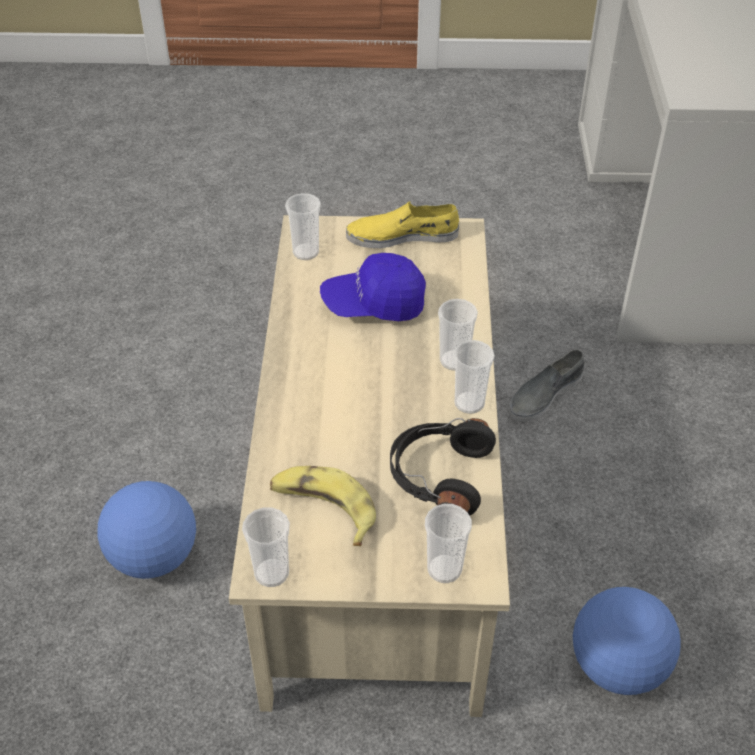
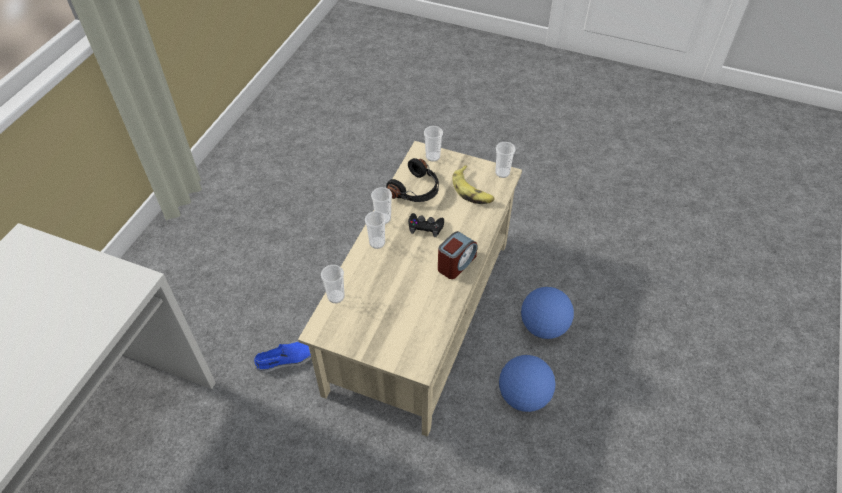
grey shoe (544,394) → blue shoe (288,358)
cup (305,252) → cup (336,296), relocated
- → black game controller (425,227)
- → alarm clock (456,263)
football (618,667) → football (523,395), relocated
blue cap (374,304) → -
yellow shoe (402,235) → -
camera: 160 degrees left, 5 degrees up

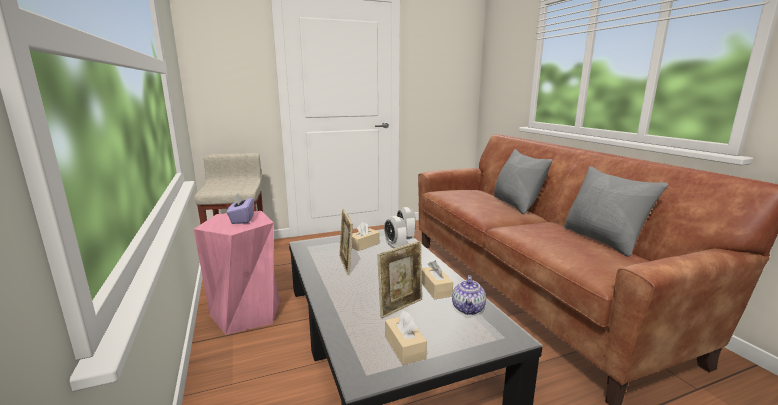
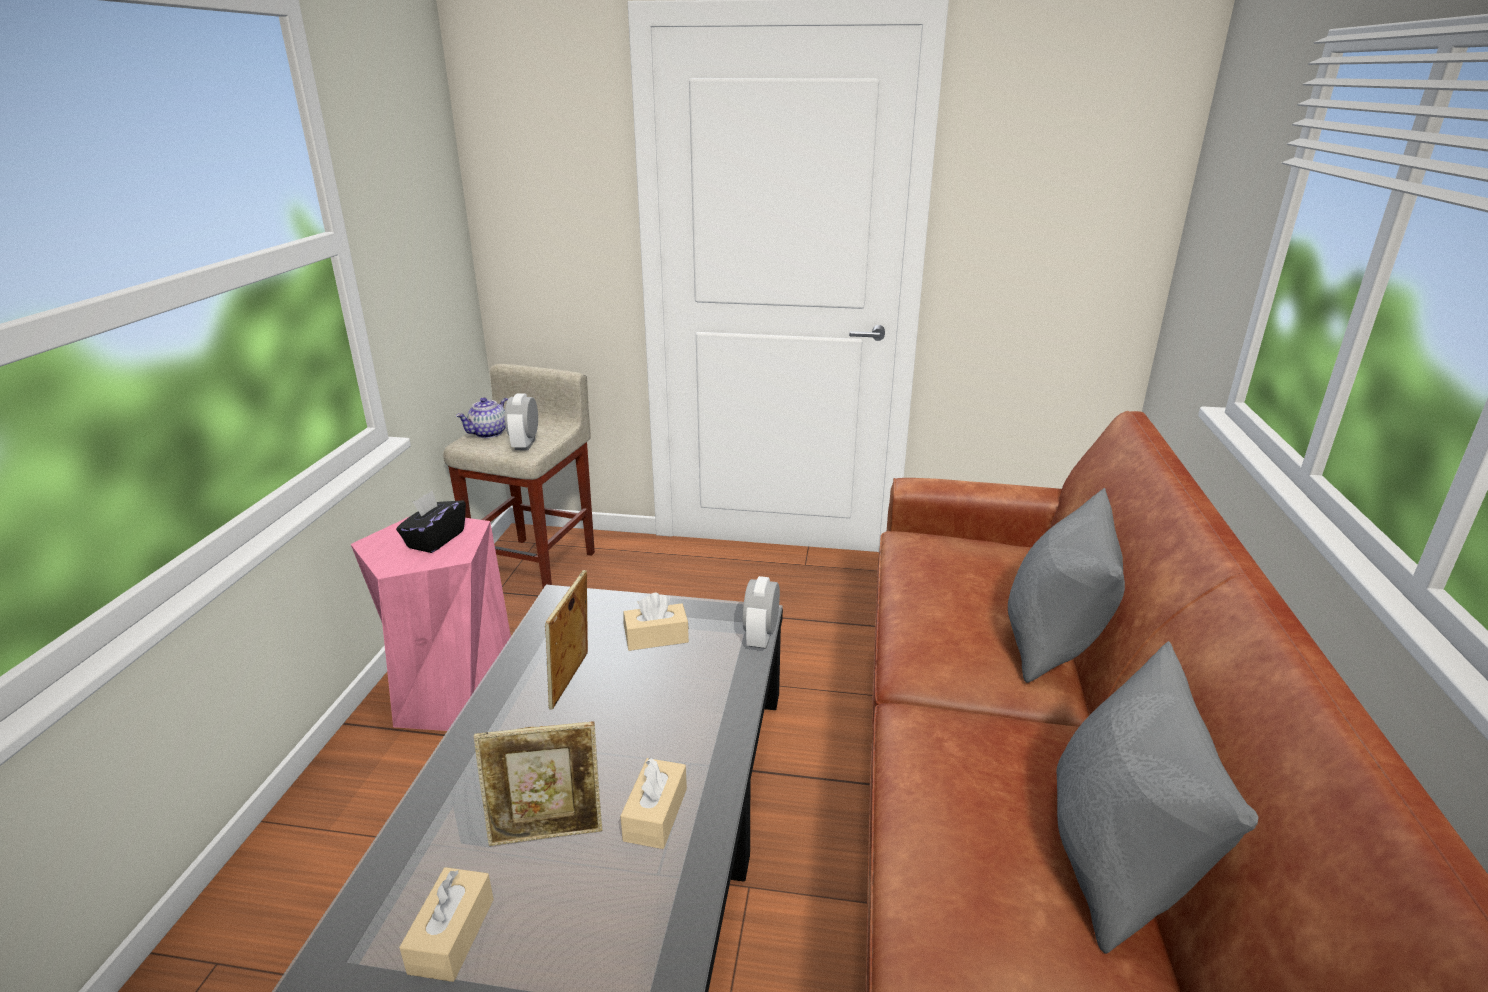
purple tissue box (242,219) → black tissue box (435,539)
teapot (468,309) → teapot (489,433), relocated
alarm clock (395,246) → alarm clock (525,444), relocated
camera: 30 degrees right, 10 degrees up

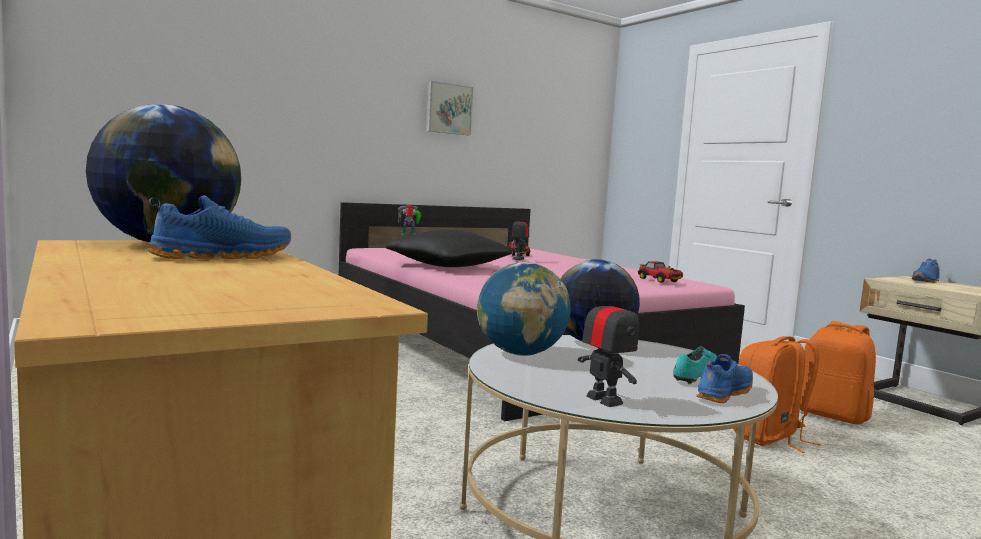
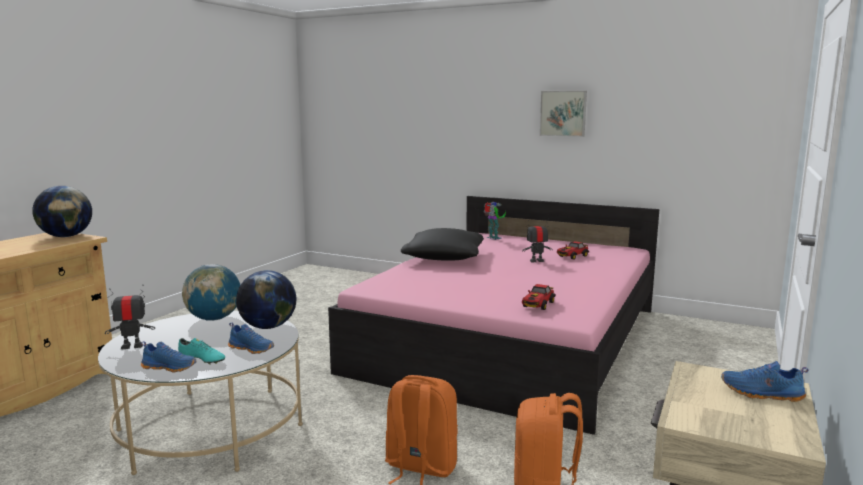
toy robot (604,400) → toy robot (132,346), 135 degrees counterclockwise
blue shoe (222,257) → blue shoe (252,349), relocated
camera: 60 degrees right, 5 degrees up

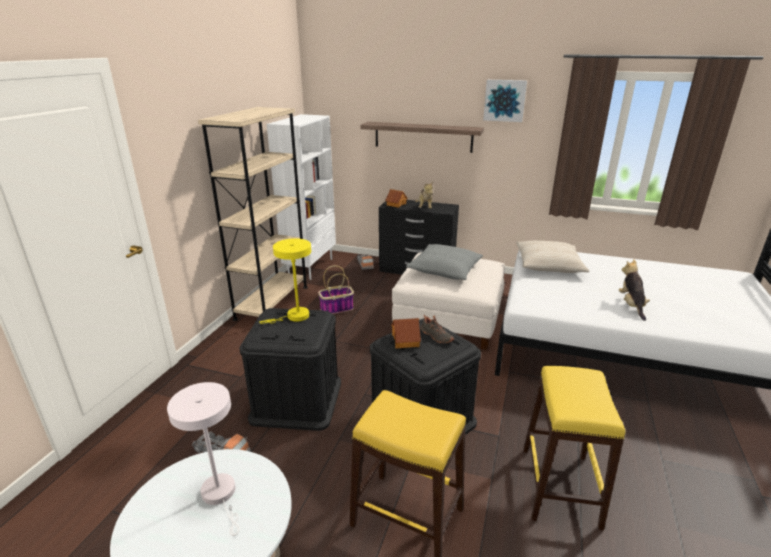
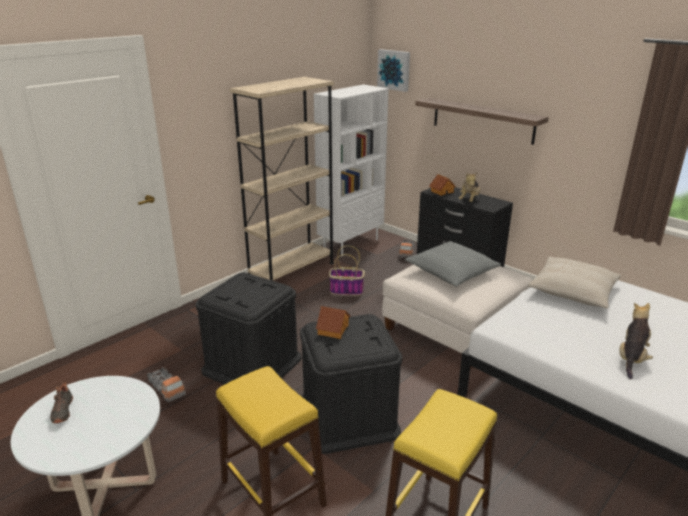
black shoe (436,336) → black shoe (61,411), relocated
picture (504,100) → picture (394,70), relocated
white table lamp (221,495) → -
yellow table lamp (294,317) → -
camera: 25 degrees right, 0 degrees up

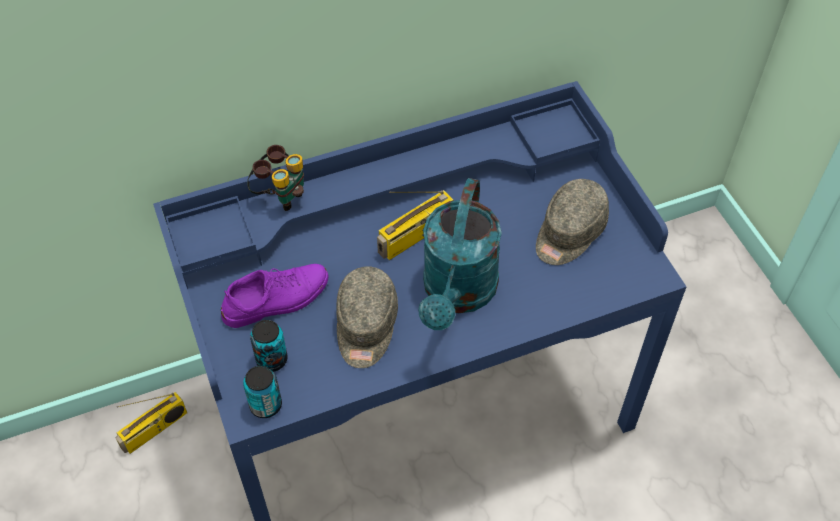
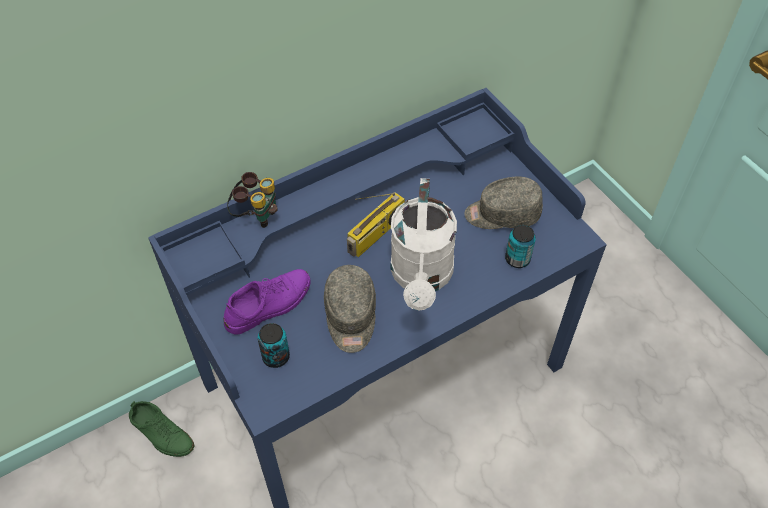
radio (154,430) → green shoe (161,433)
turquoise watering can (457,294) → white watering can (421,278)
grey cap (568,233) → grey cap (502,214), 60 degrees clockwise
can (266,405) → can (517,259), relocated
camera: 10 degrees left, 0 degrees up

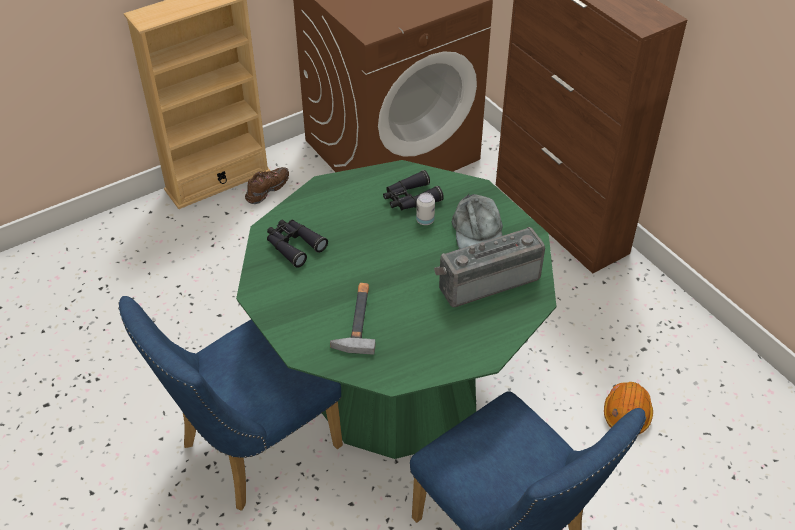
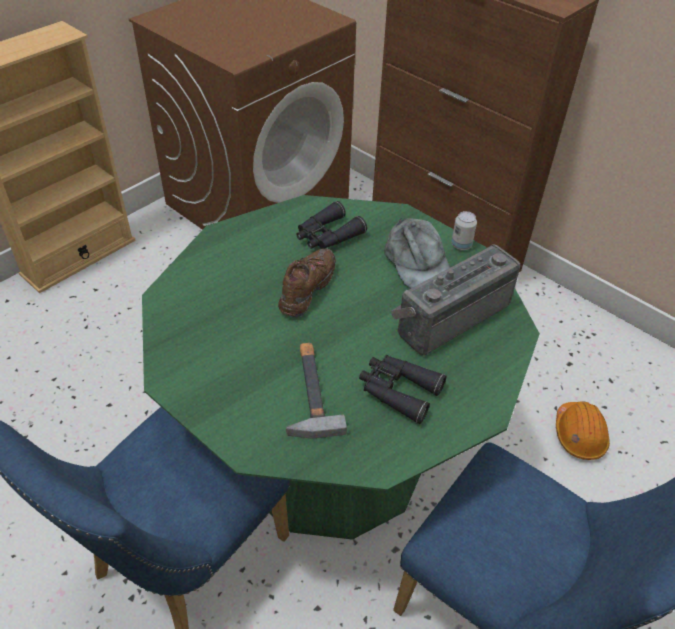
brown shoe (267,190) → brown shoe (307,289), relocated
black binoculars (293,245) → black binoculars (398,391), relocated
can (425,221) → can (461,245), relocated
camera: 15 degrees left, 0 degrees up

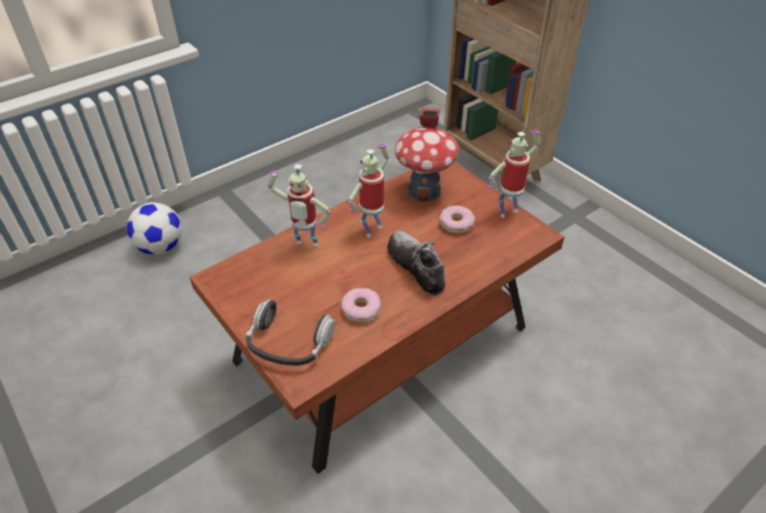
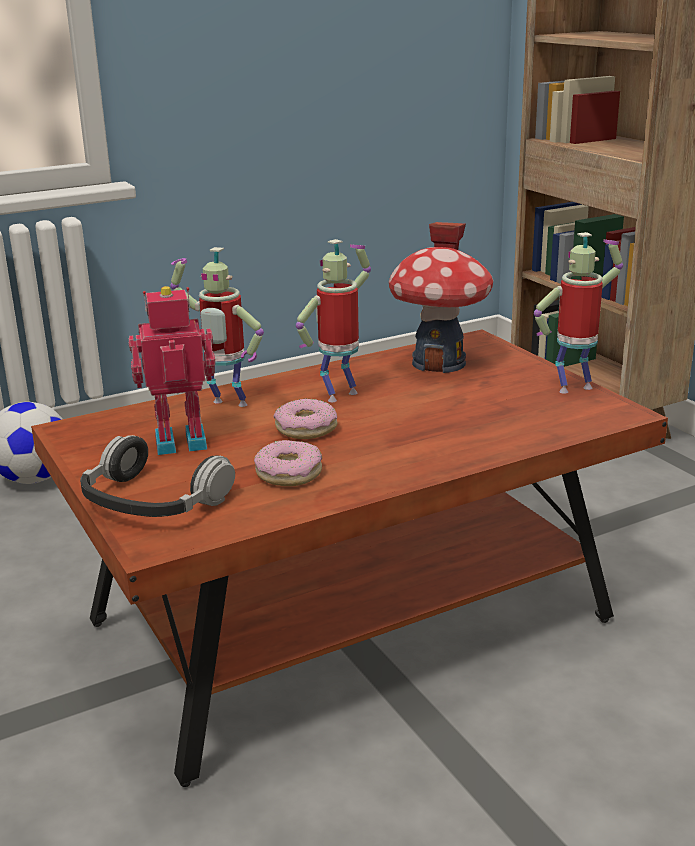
- → toy robot (180,441)
donut (456,224) → donut (306,428), relocated
shoe (416,266) → -
camera: 10 degrees right, 20 degrees down

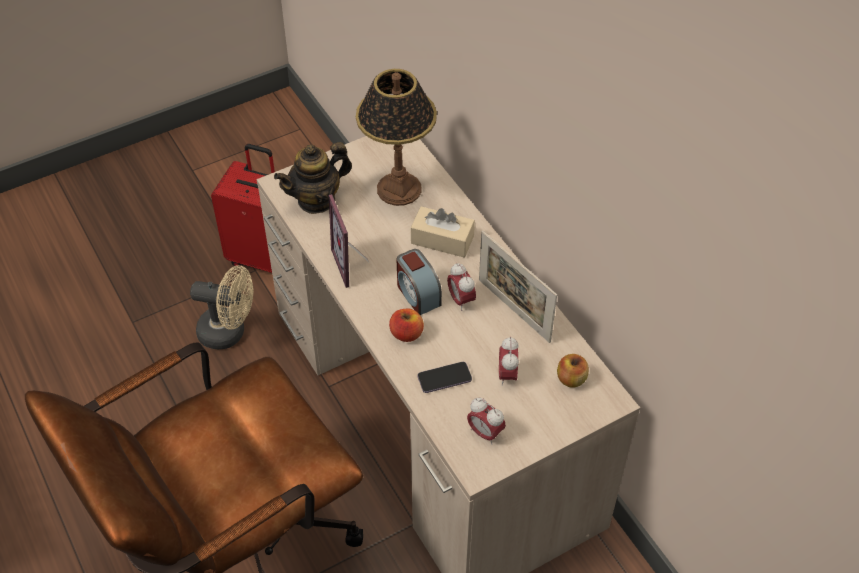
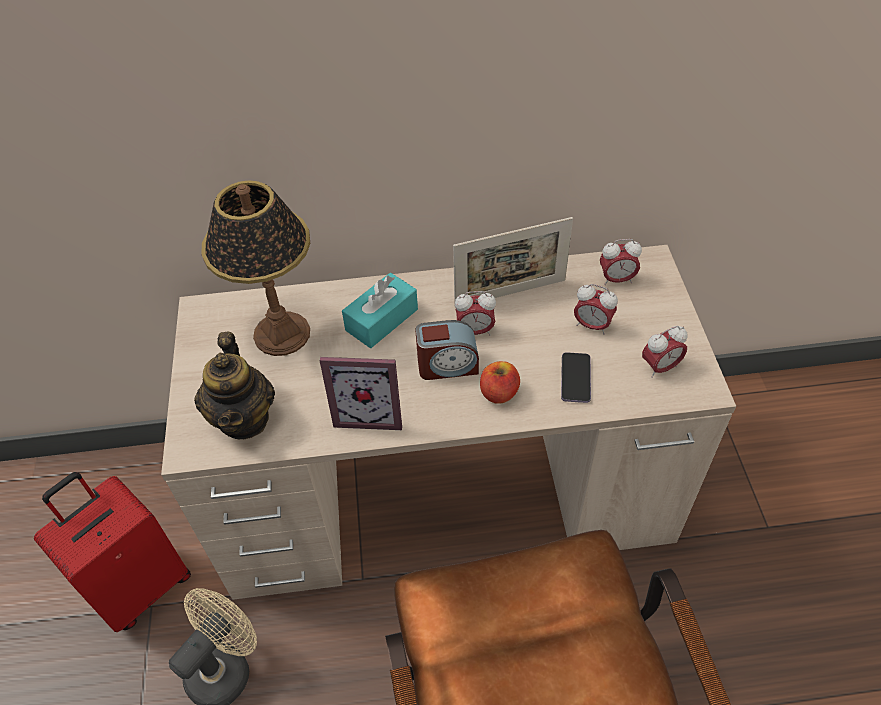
beige tissue box (442,240) → turquoise tissue box (382,320)
apple (571,379) → alarm clock (616,279)
camera: 65 degrees left, 0 degrees up

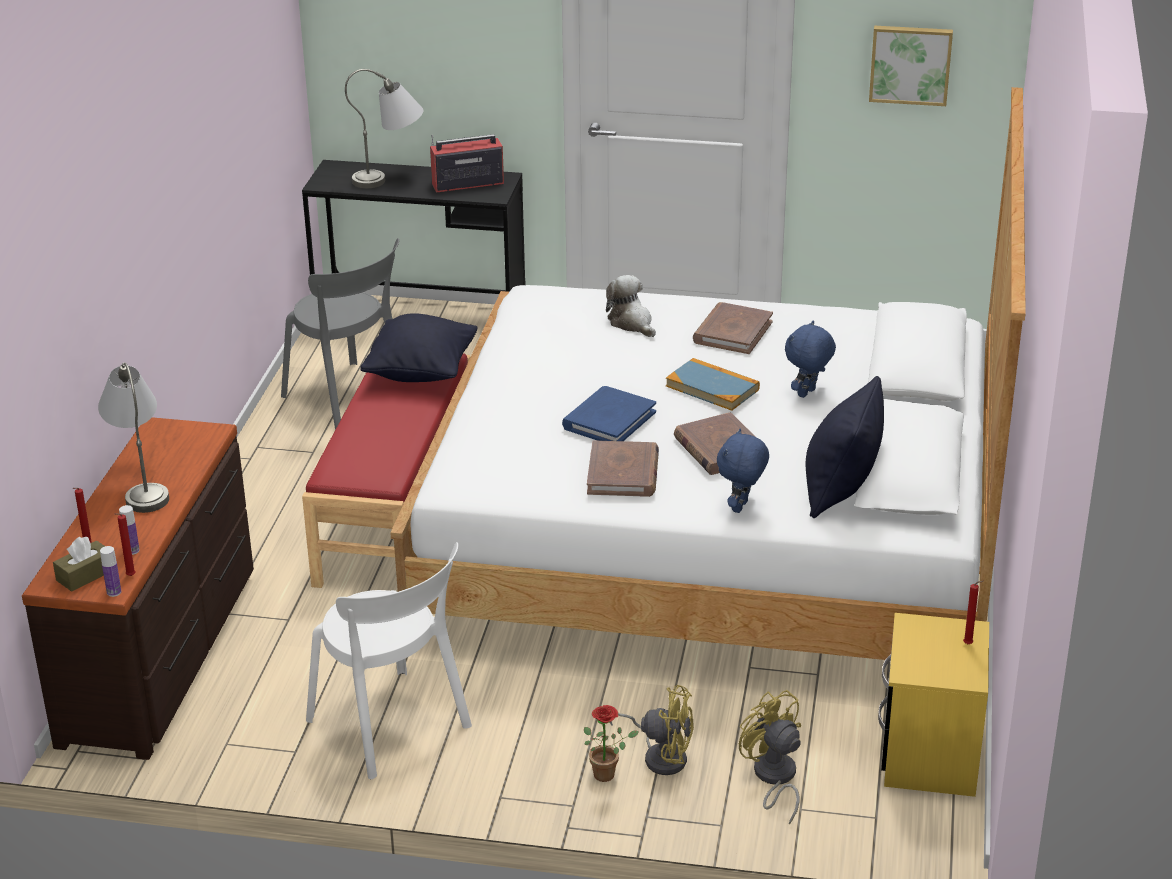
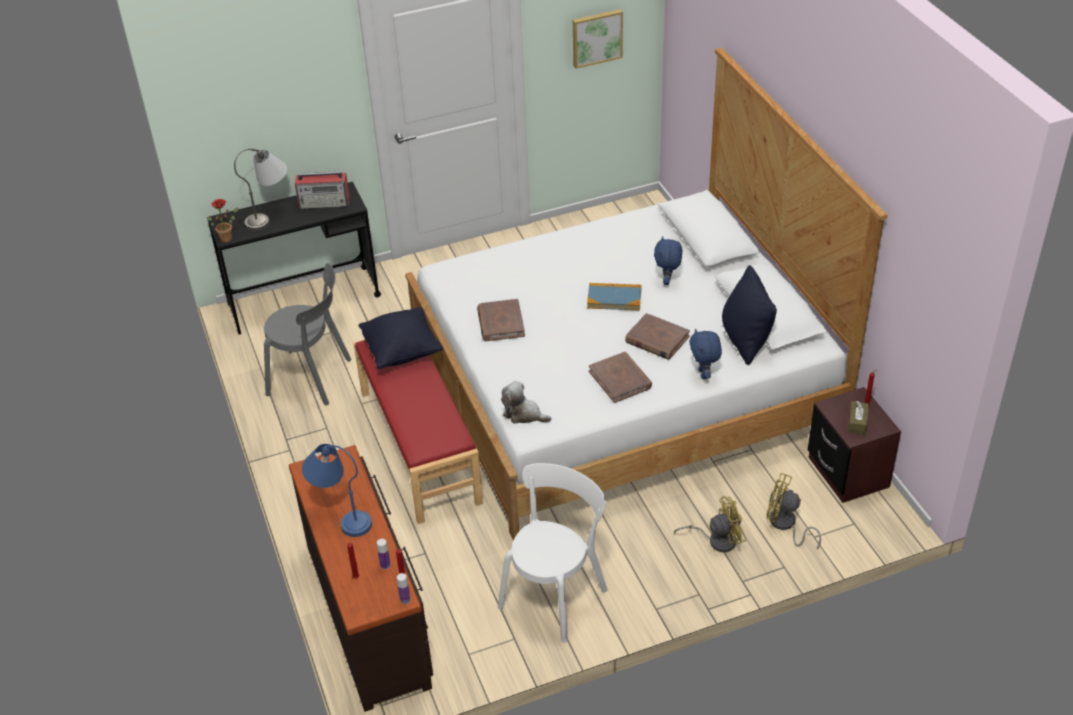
potted plant (608,774) → potted plant (228,237), relocated
radio (466,183) → radio (325,202), 135 degrees counterclockwise
grey table lamp (142,485) → blue table lamp (341,515)
brown book (732,332) → brown book (500,323), relocated
white chair (392,727) → white chair (555,595), 75 degrees counterclockwise
plush toy (632,323) → plush toy (523,414), relocated
yellow nightstand (930,754) → brown nightstand (847,472)
brown tissue box (85,575) → brown tissue box (857,423), relocated
blue book (609,420) → -
camera: 30 degrees left, 10 degrees up

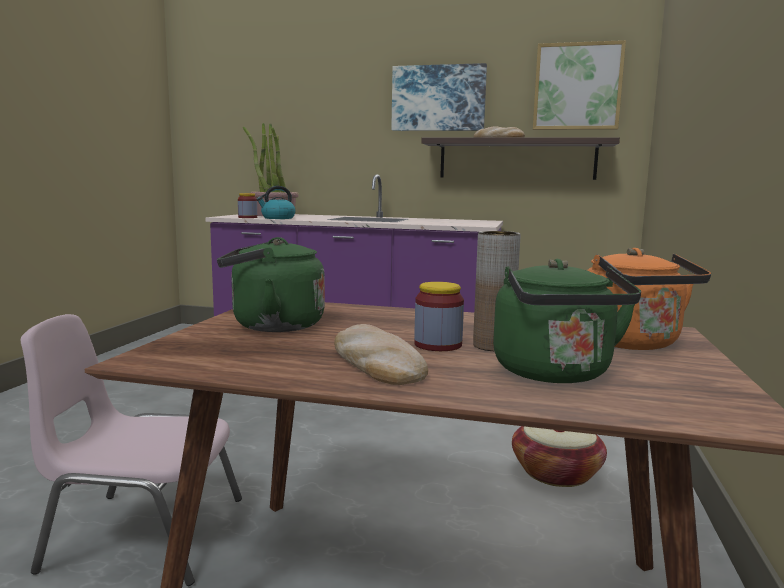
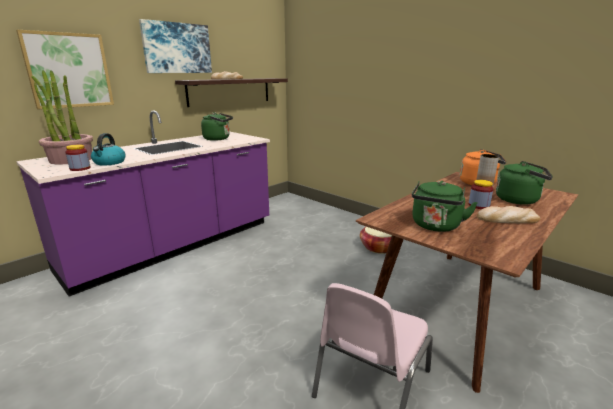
picture (577,87) → picture (69,70), relocated
- → green kettle (218,139)
camera: 60 degrees left, 10 degrees up

